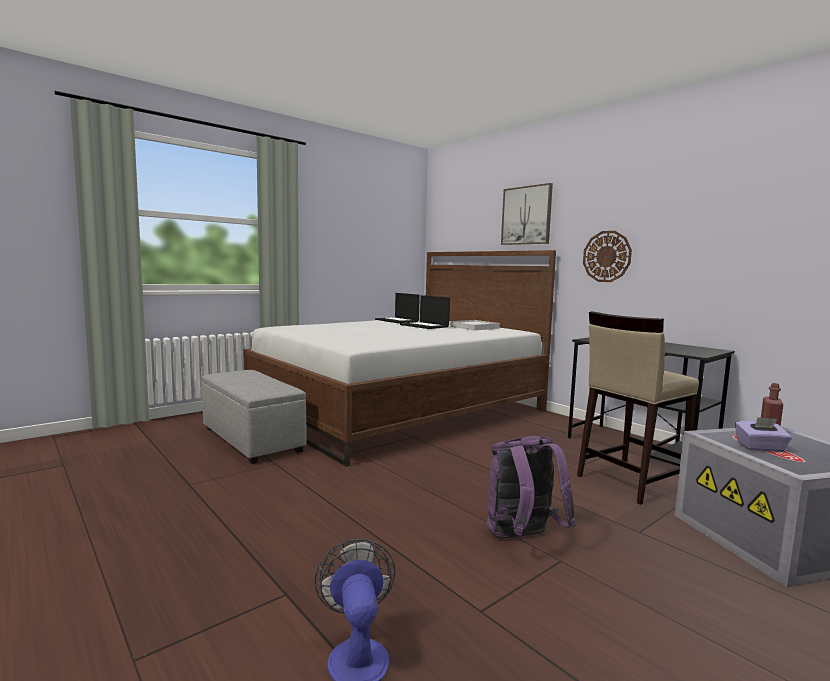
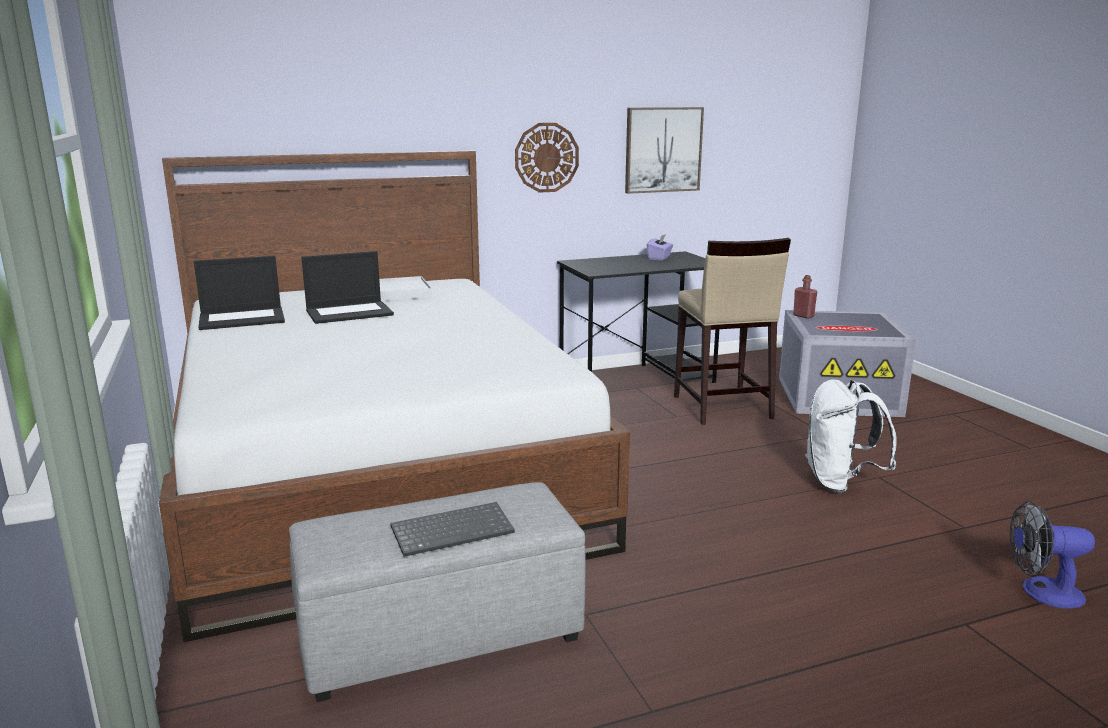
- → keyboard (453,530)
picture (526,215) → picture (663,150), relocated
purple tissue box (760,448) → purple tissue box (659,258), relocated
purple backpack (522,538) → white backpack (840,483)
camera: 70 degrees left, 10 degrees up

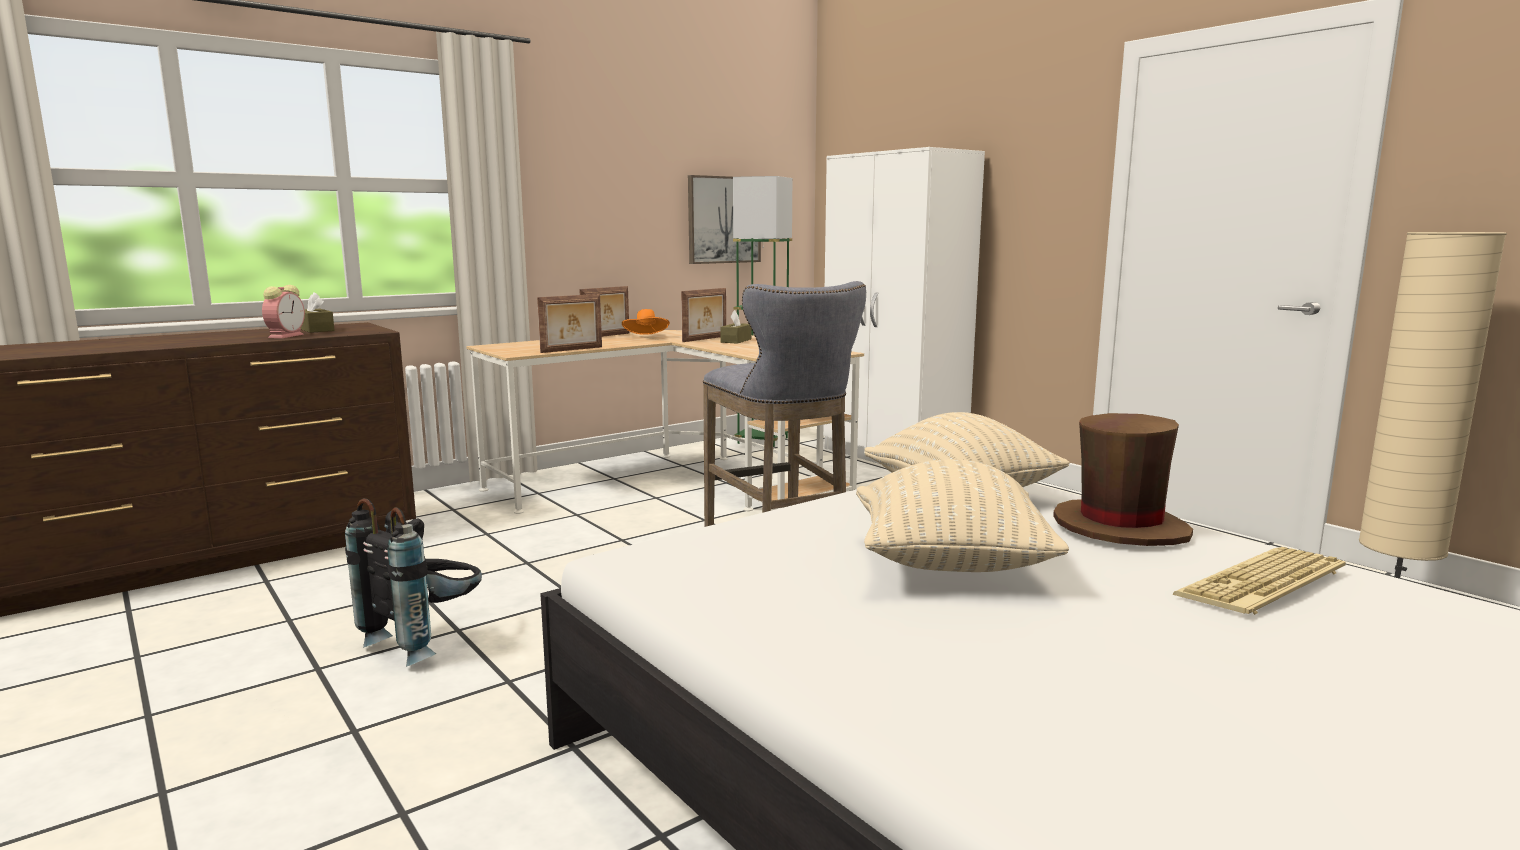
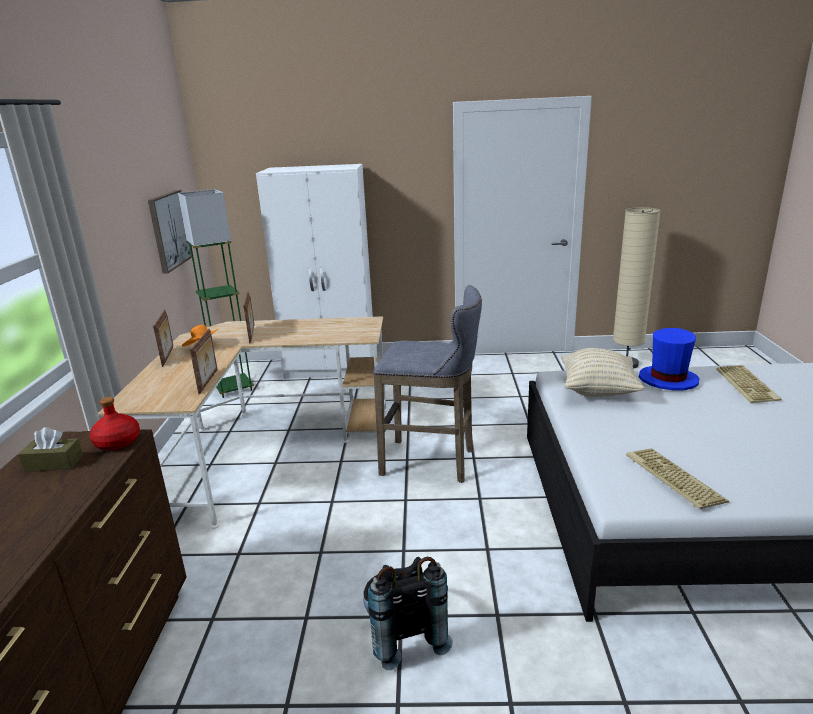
- → red bottle (118,442)
- → keyboard (671,478)
brown hat (1120,528) → blue hat (668,380)
alarm clock (286,336) → -
brown tissue box (736,340) → -
beige pillow (949,566) → -
camera: 50 degrees left, 10 degrees up

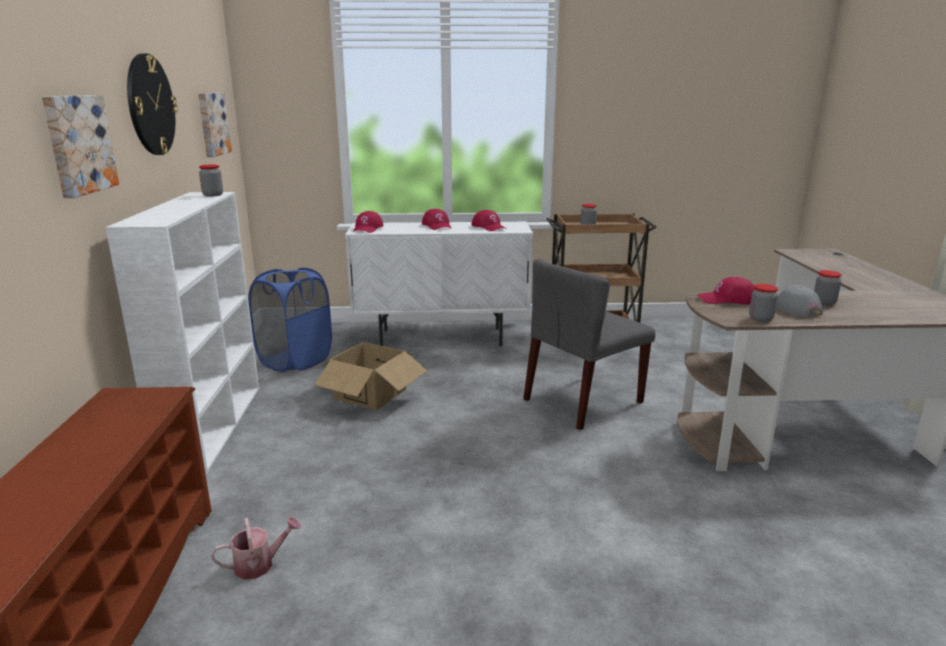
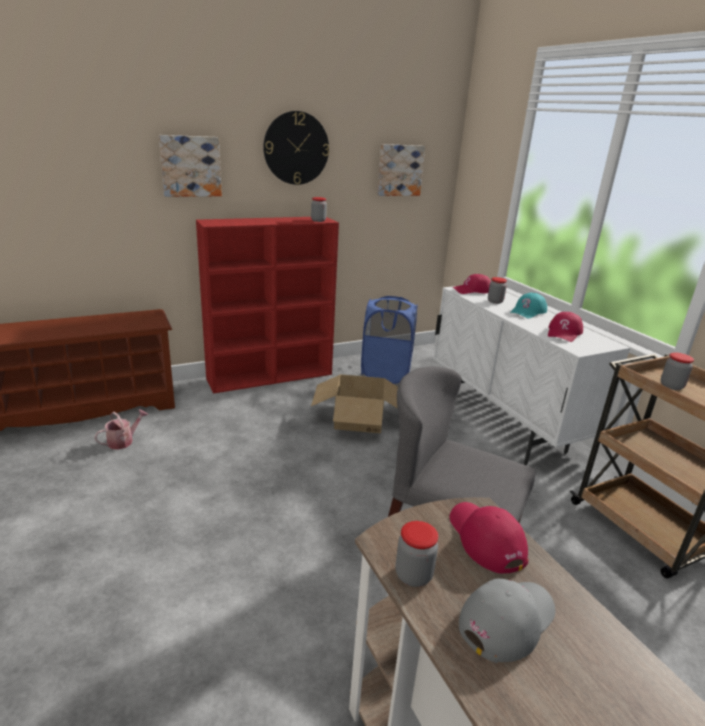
watering can (259,564) → watering can (123,441), 90 degrees counterclockwise
white bookcase (213,425) → red bookcase (271,376)
jar (824,303) → jar (495,301), relocated
red cap (437,226) → turquoise cap (528,311)
camera: 65 degrees right, 5 degrees up

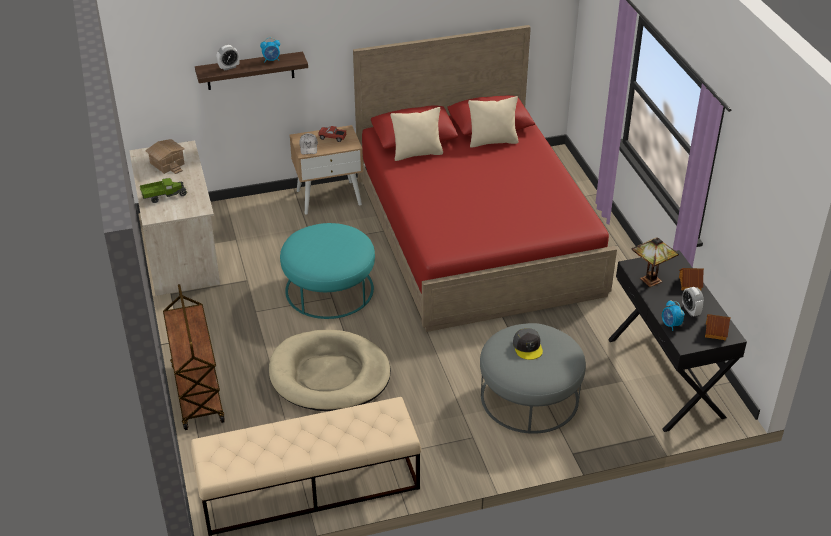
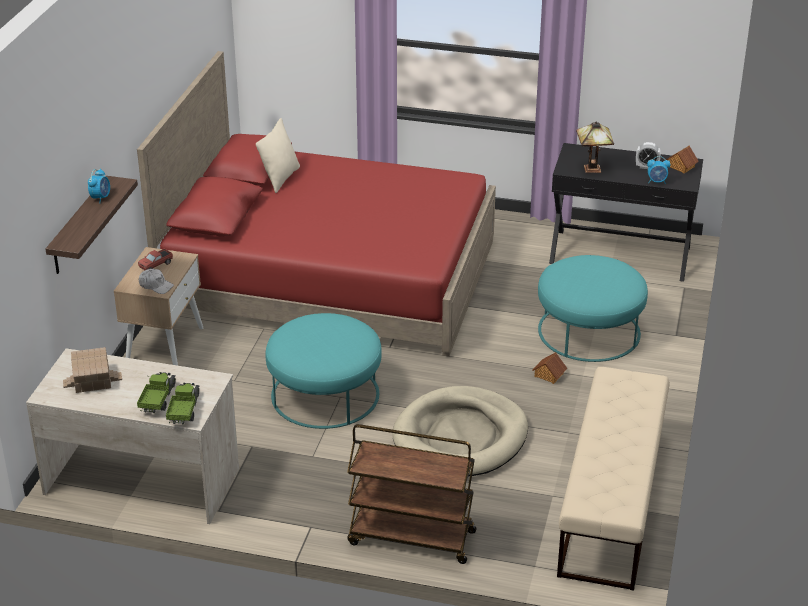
- → toy truck (184,410)
toy house (689,283) → toy house (548,375), relocated
grey ottoman (529,397) → turquoise ottoman (588,331)
alarm clock (229,67) → -
beige pillow (417,153) → -
grey cap (527,347) → -
camera: 60 degrees left, 5 degrees down

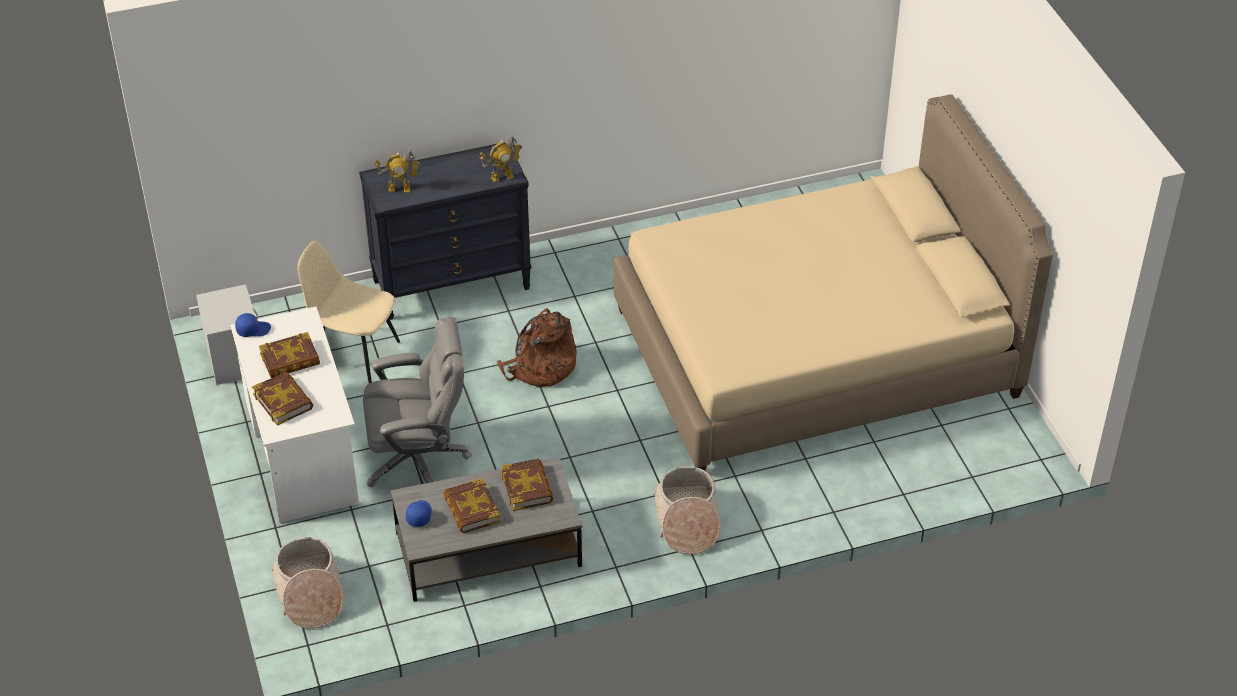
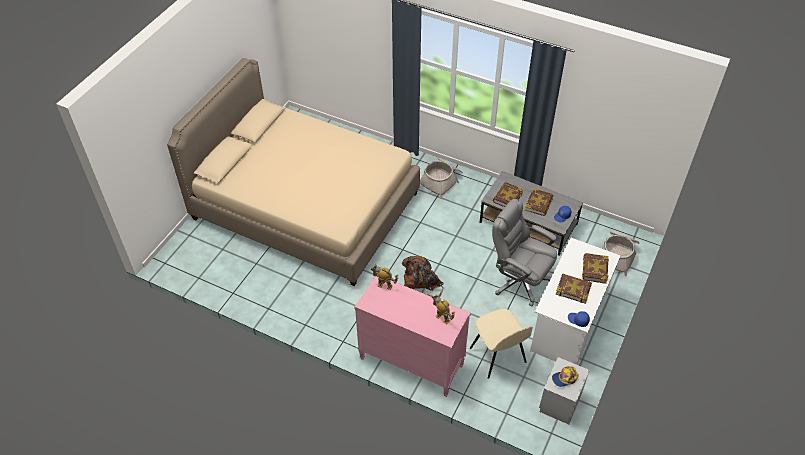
black dresser (452,284) → pink dresser (411,362)
- → cap (565,378)
camera: 135 degrees left, 5 degrees up

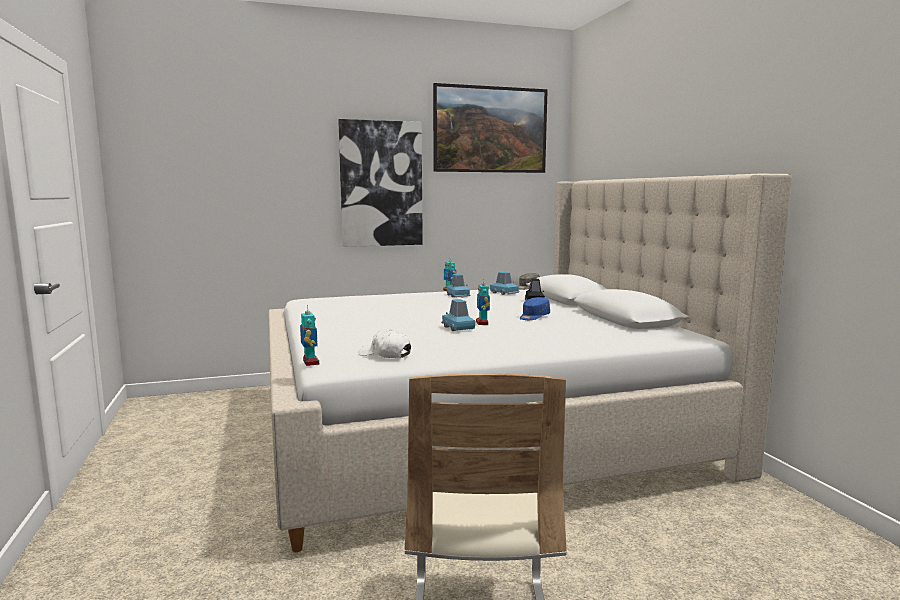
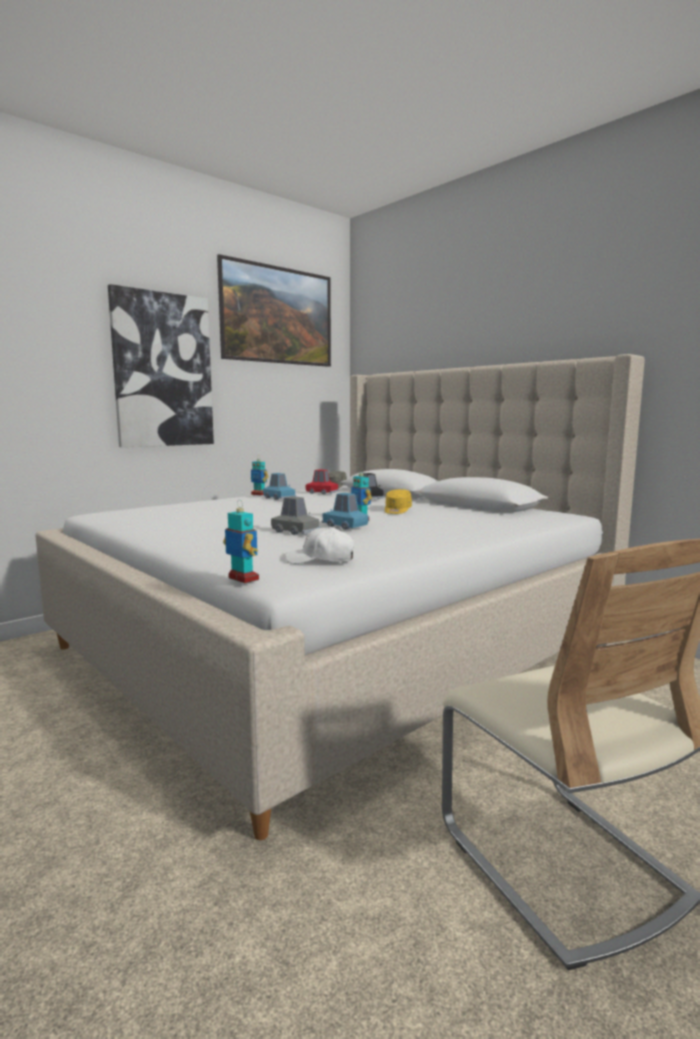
- → grey toy car (295,531)
blue toy car (504,293) → red toy car (322,493)
blue cap (533,317) → yellow cap (397,510)
camera: 25 degrees left, 0 degrees up

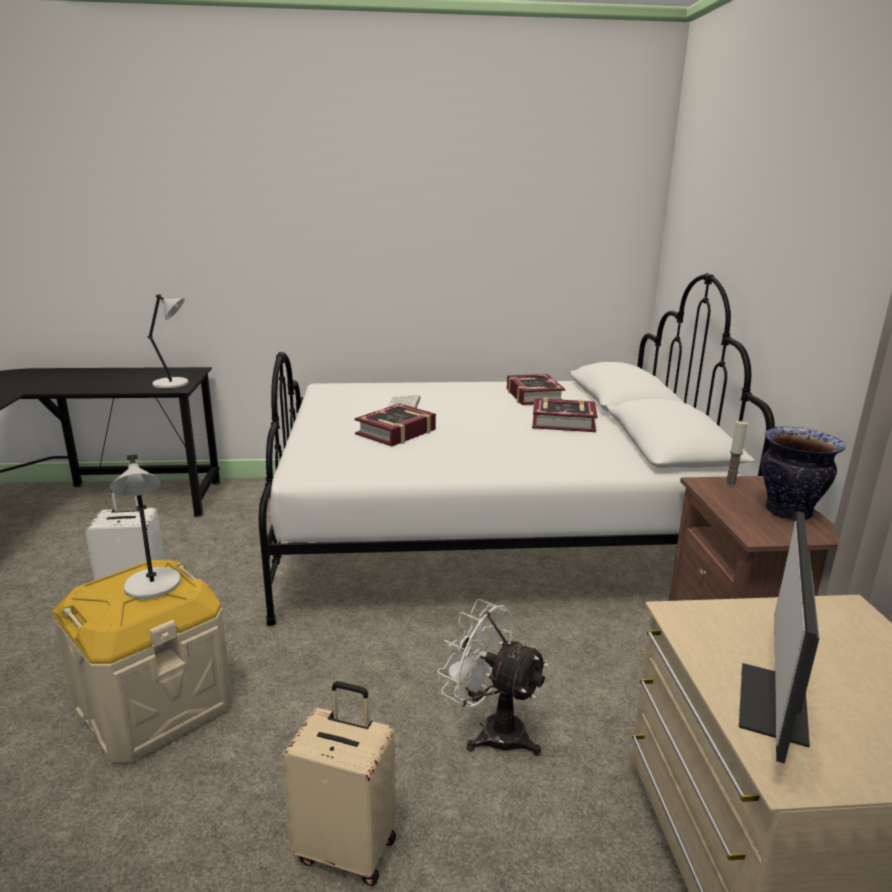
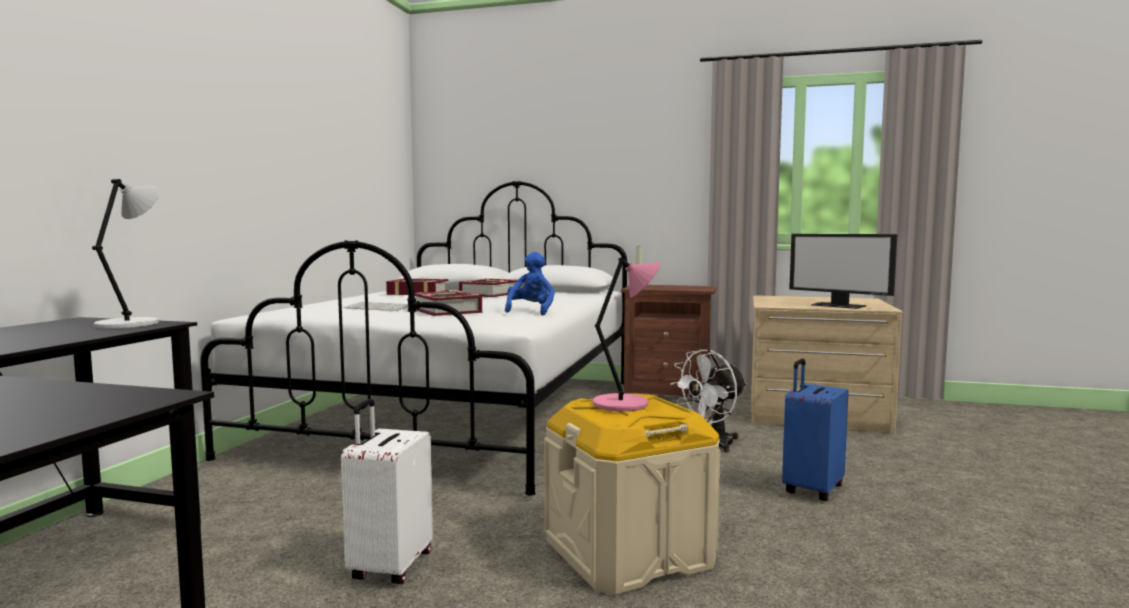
- → blue plush toy (531,311)
grey table lamp (153,586) → pink table lamp (624,404)
beige suitcase (347,848) → blue suitcase (811,489)
vase (789,513) → -
camera: 70 degrees left, 15 degrees down

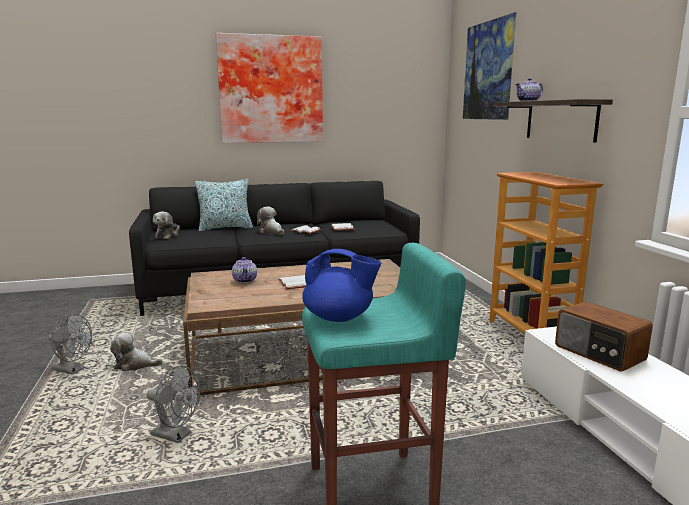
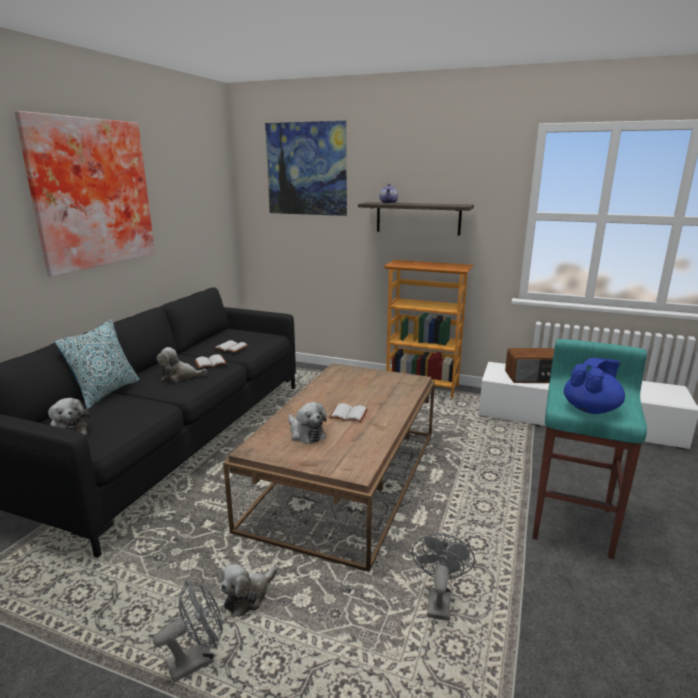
teapot (245,280) → plush toy (306,433)
grey fan (176,435) → grey fan (438,600), 45 degrees counterclockwise
camera: 55 degrees left, 5 degrees up

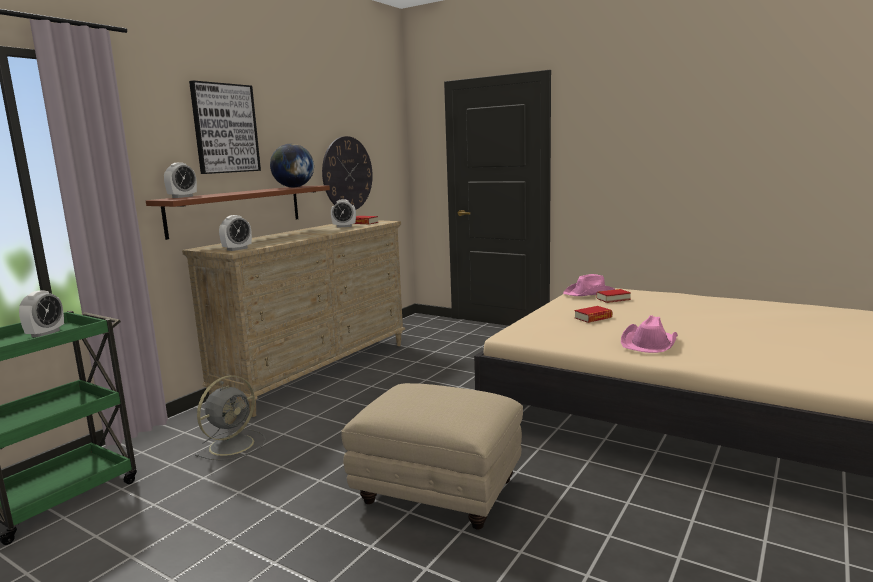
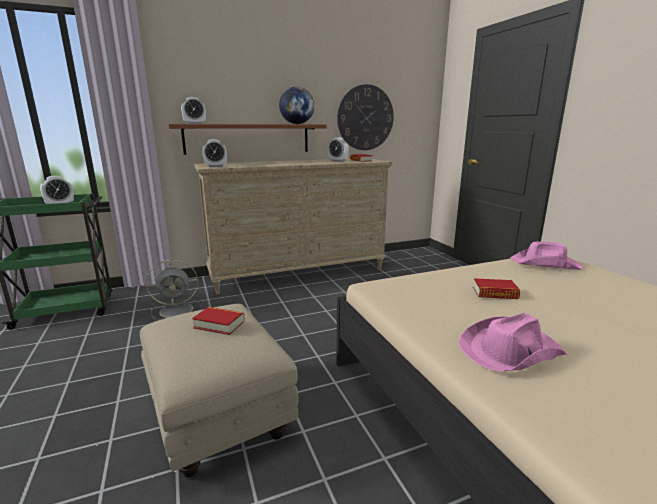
book (613,299) → book (219,324), relocated
picture (225,128) → -
camera: 35 degrees right, 5 degrees up

